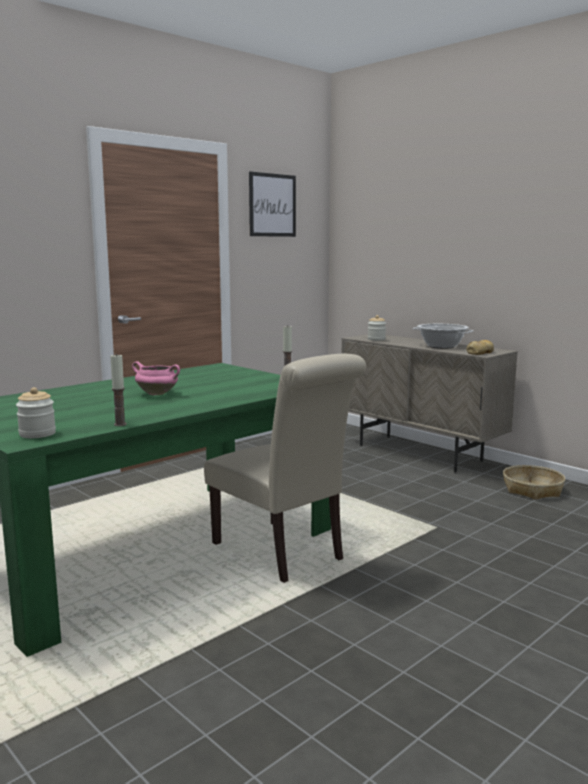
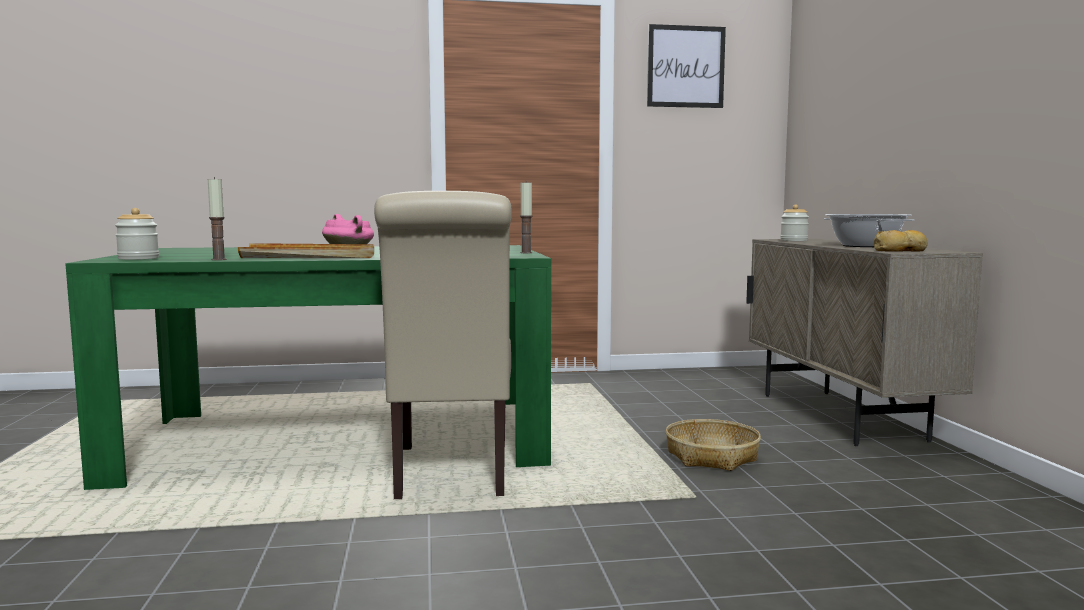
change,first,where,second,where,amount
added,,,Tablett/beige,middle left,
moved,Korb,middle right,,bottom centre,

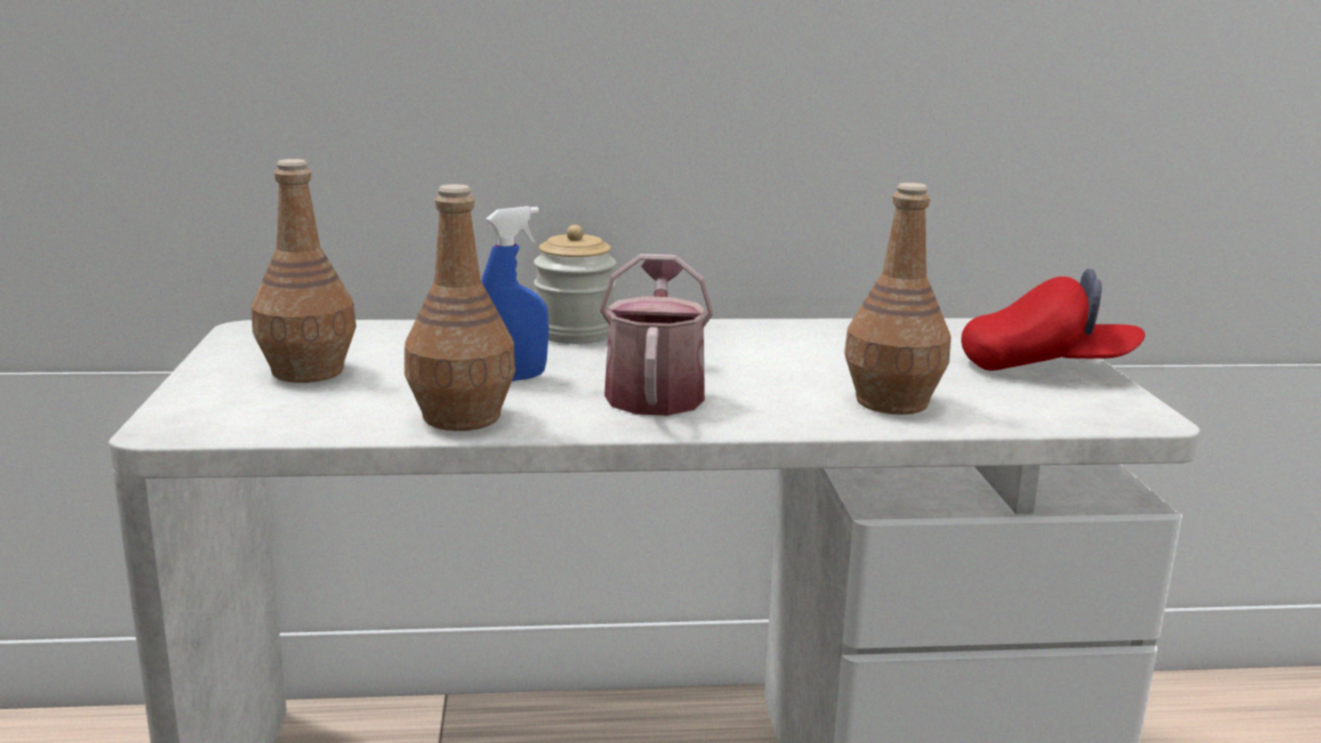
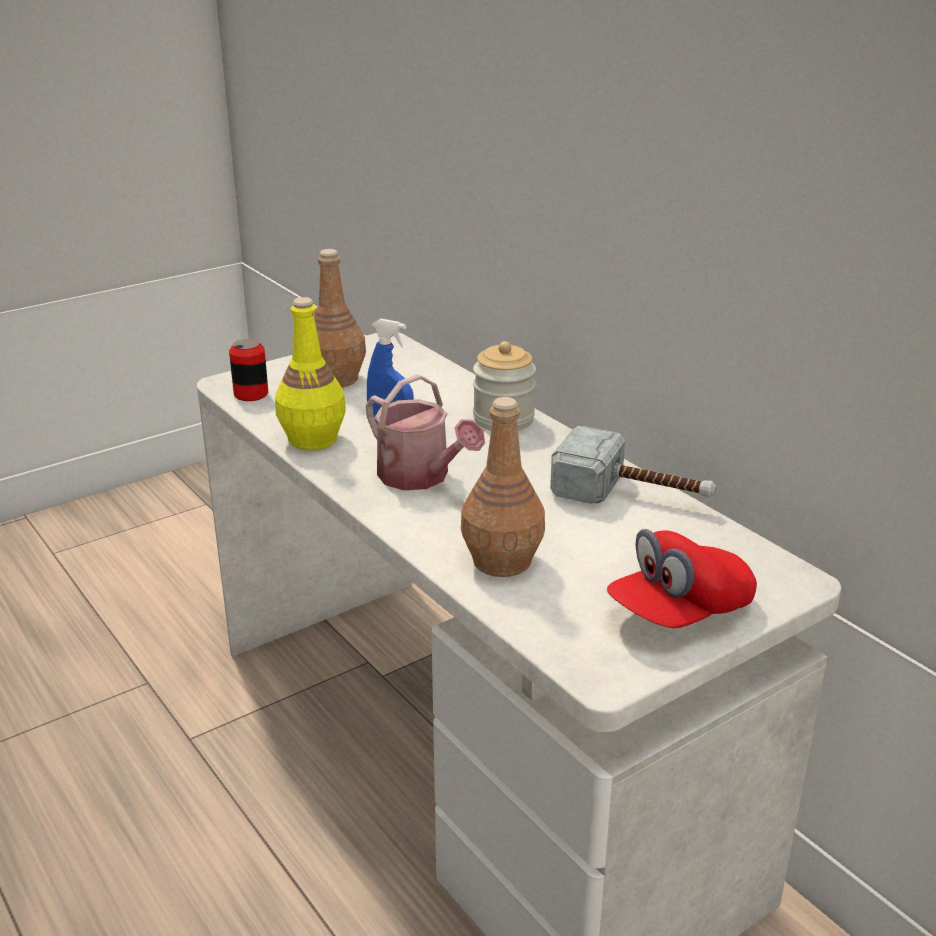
change,first,where,second,where,amount
added,,,Dose,middle left,
recoloured,Flasche/braun (2nd from left),centre,Flasche/gelb,middle left,
turned,Gießkanne,centre,,centre,75 degrees clockwise
added,,,Hammer,middle right,
turned,Kappe/rot,middle right,,middle right,75 degrees clockwise

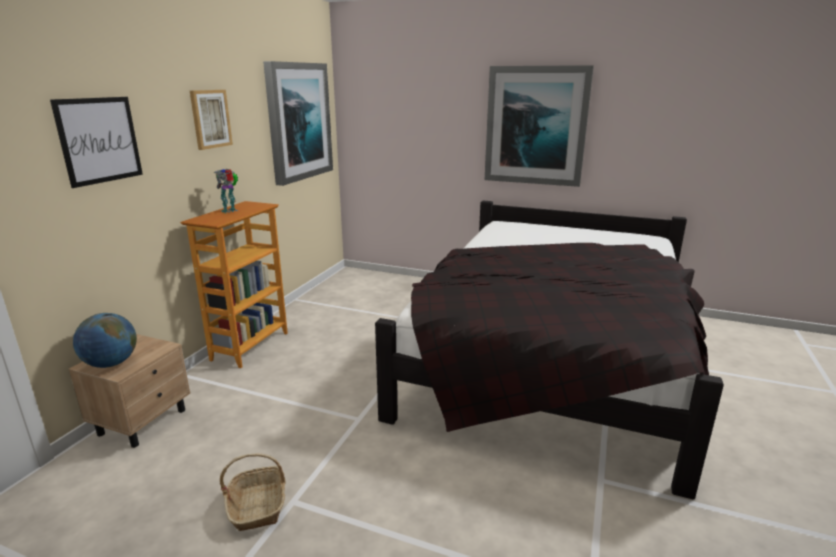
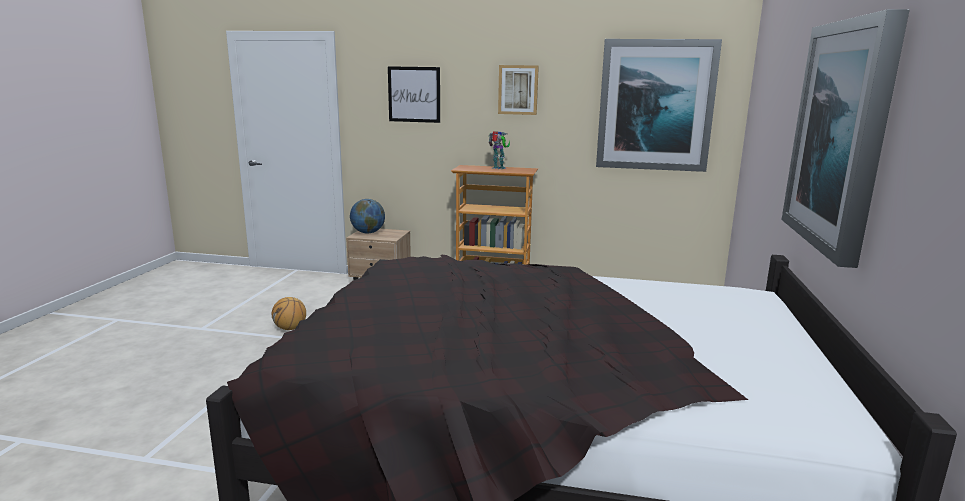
change,first,where,second,where,amount
replaced,Korb,bottom left,Basketball,middle left,

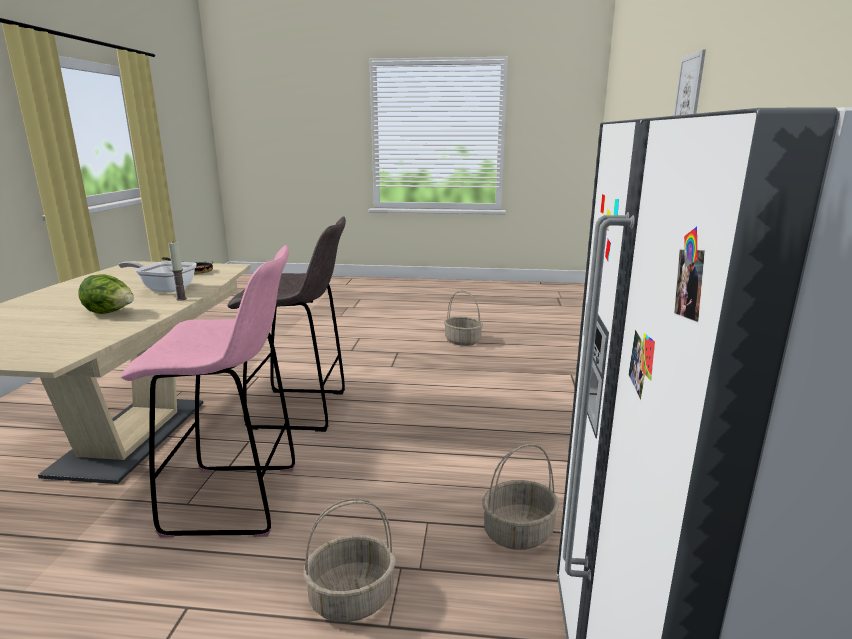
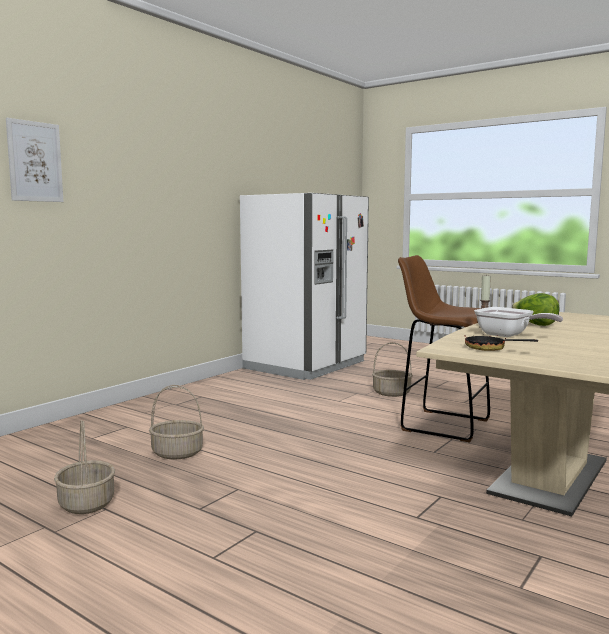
change,first,where,second,where,amount
moved,Korb (3rd from left in the first image),bottom centre,Korb (2nd from left),middle left,
recoloured,Hocker/rosa,middle left,Hocker/braun,middle right,
removed,Hocker/grau,centre,,,

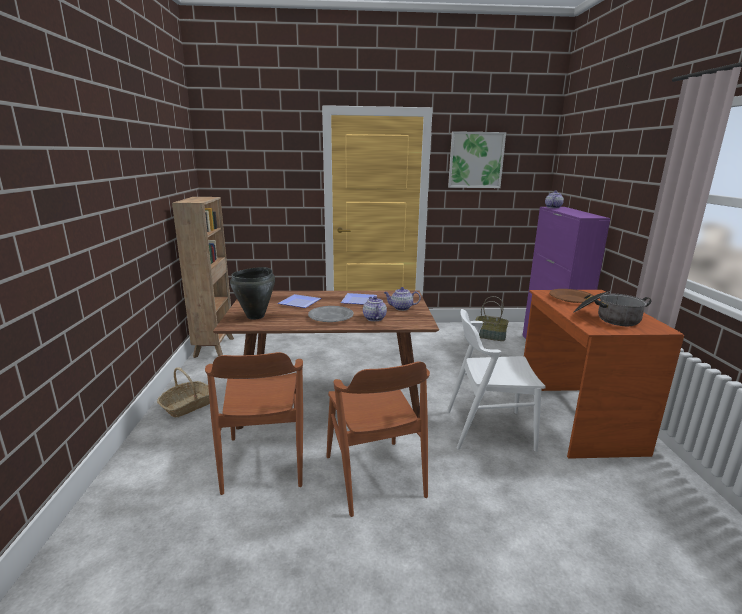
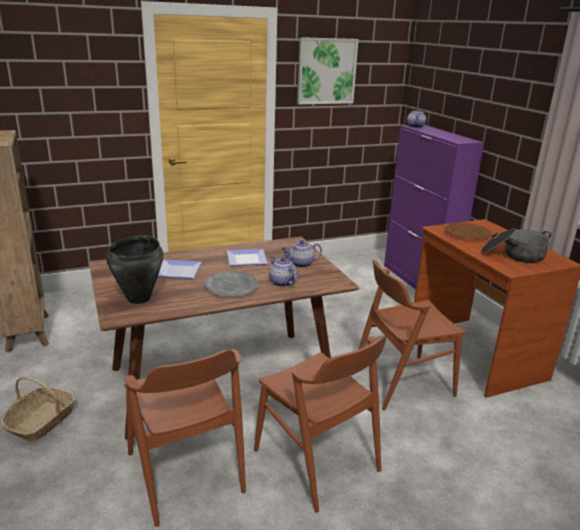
change,first,where,second,where,amount
recoloured,Stuhl/weiß,middle right,Stuhl/braun (3rd from left),middle right,
removed,Korb (2nd from left),centre,,,

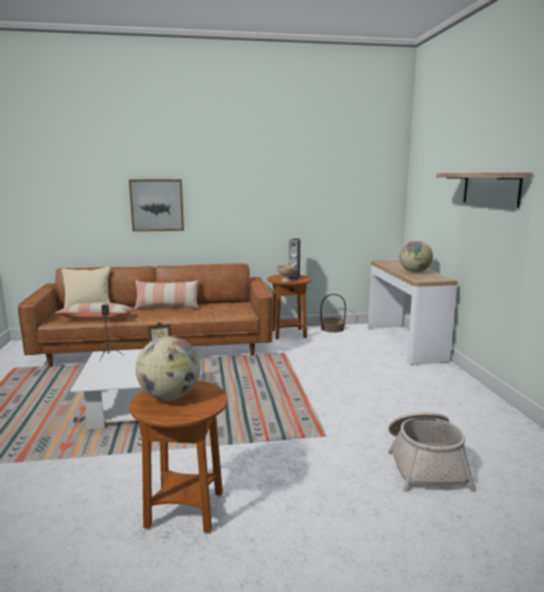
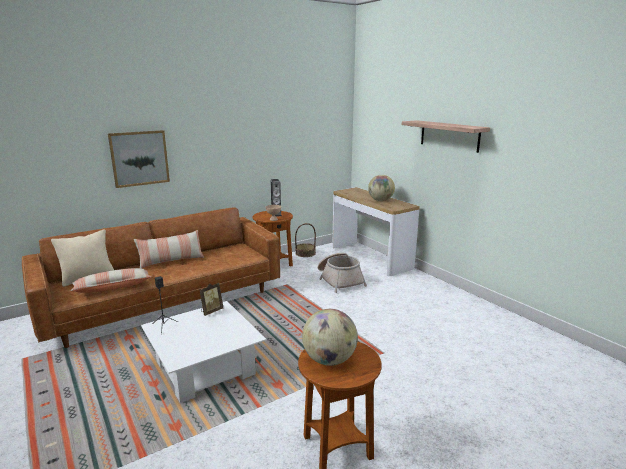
change,first,where,second,where,amount
moved,Korb (2nd from left),bottom right,,centre,

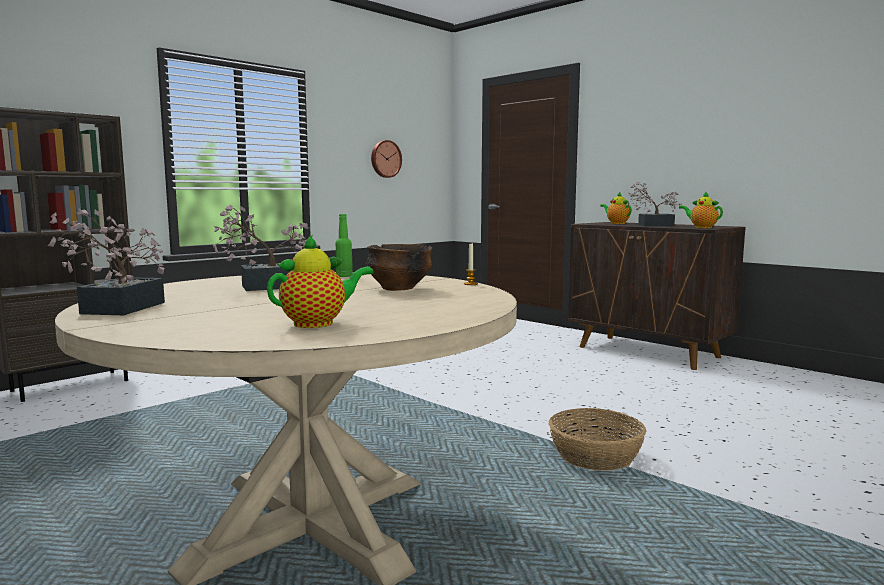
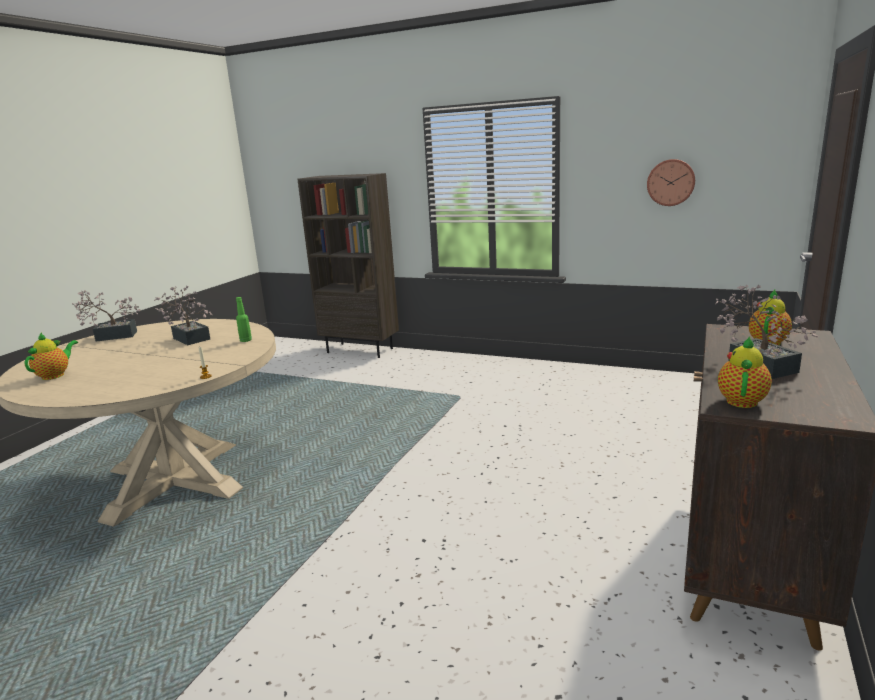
change,first,where,second,where,amount
turned,Teekanne (1st from left),centre,,middle left,105 degrees counterclockwise
removed,Schüssel,centre,,,
removed,Korb,bottom right,,,

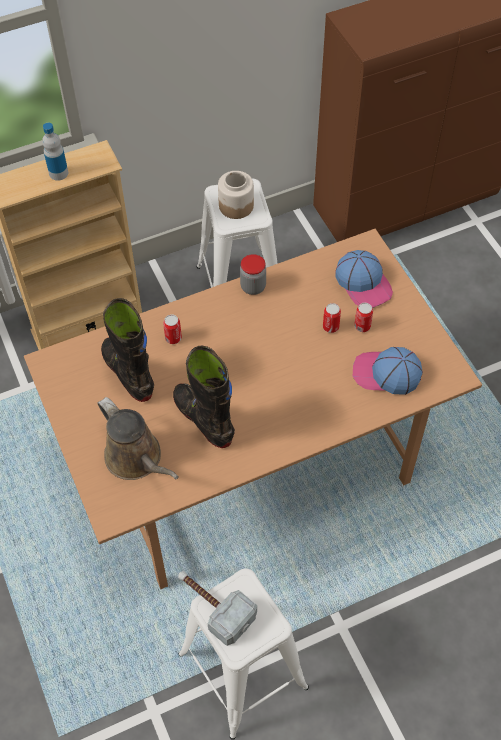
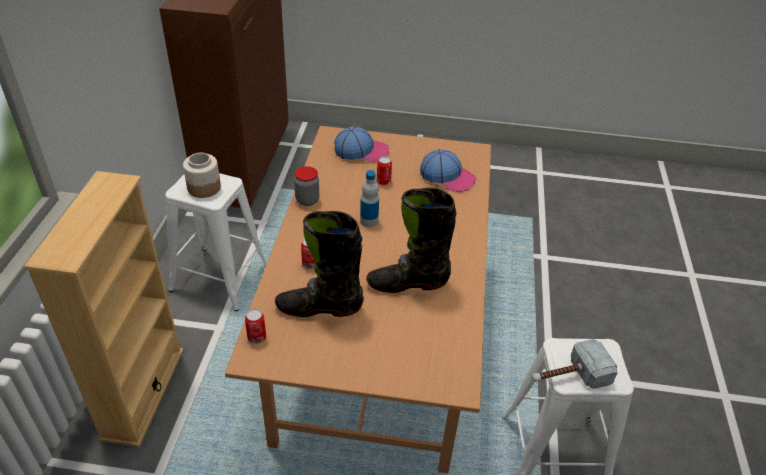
change,first,where,second,where,amount
moved,Dose (3rd from left in the first image),middle right,Dose (1st from left),bottom left,
moved,Flasche,top left,,centre,
turned,Kappe (2nd from left),middle right,,centre,105 degrees counterclockwise
removed,Gießkanne/braun,middle left,,,

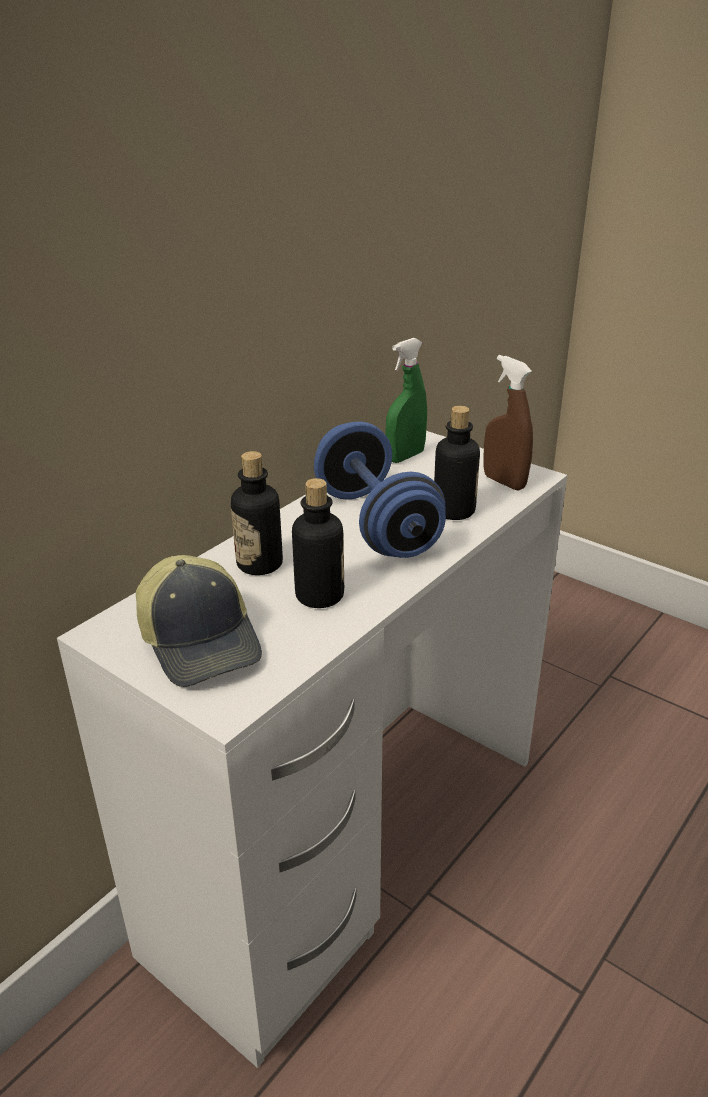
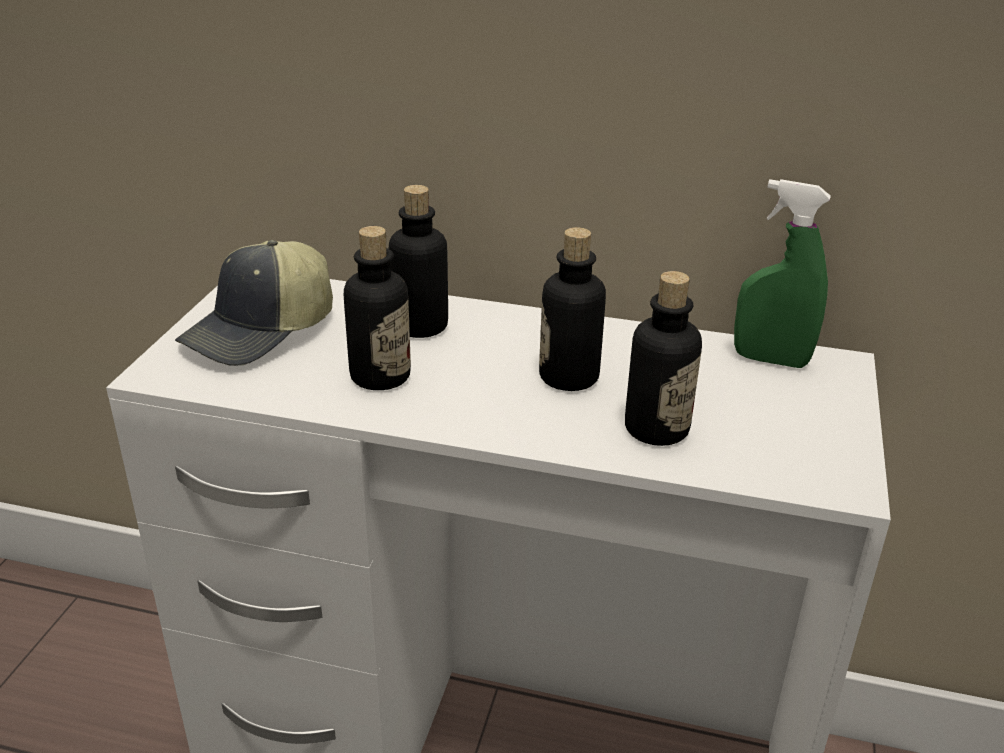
change,first,where,second,where,amount
replaced,Hantel/blau,centre,Flasche (3rd from left),centre,
removed,Sprühflasche/braun,middle right,,,

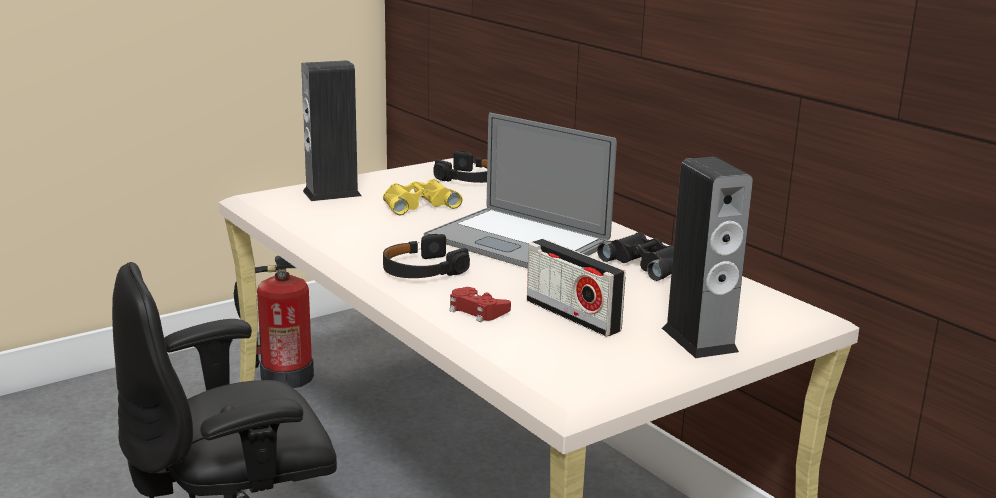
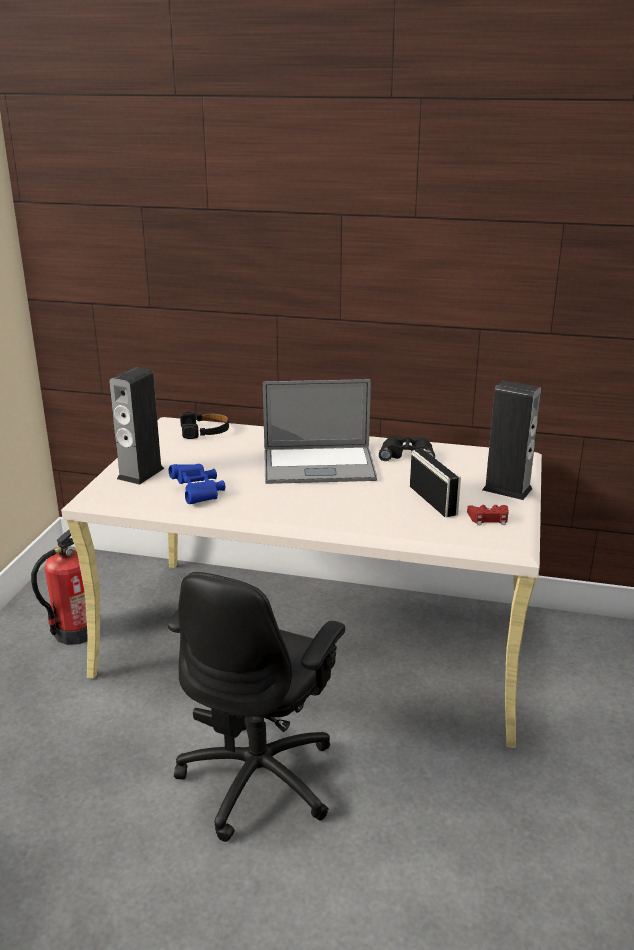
change,first,where,second,where,amount
added,,,Fernglas/blau,middle left,
turned,Radio,centre,,middle right,120 degrees counterclockwise
moved,Gamepad/rot,centre,,middle right,
removed,Fernglas/gelb,centre,,,
removed,Kopfhörer/schwarz (1st from left),centre,,,

